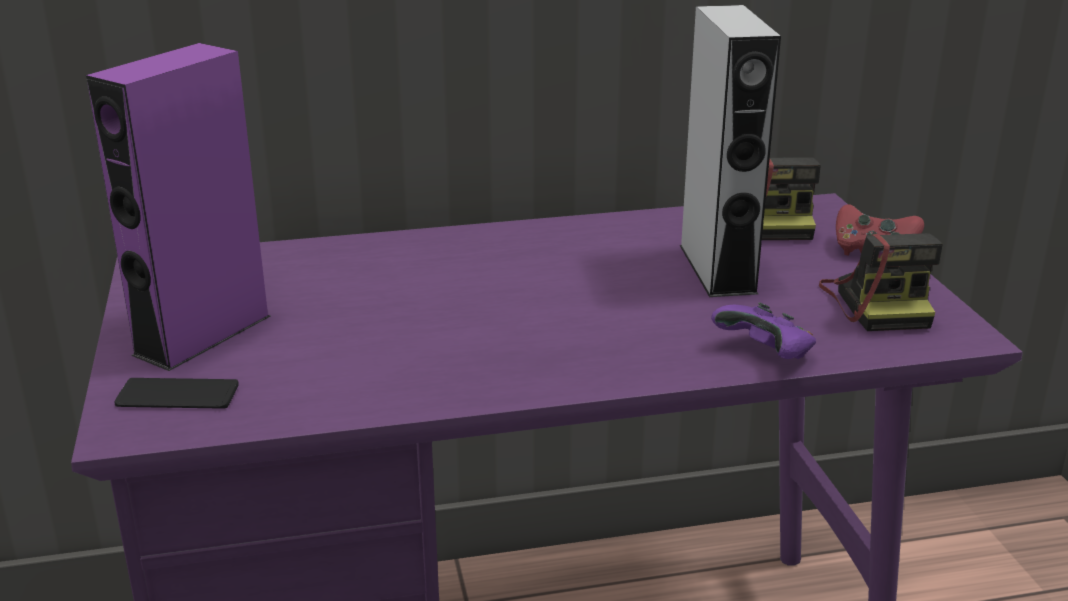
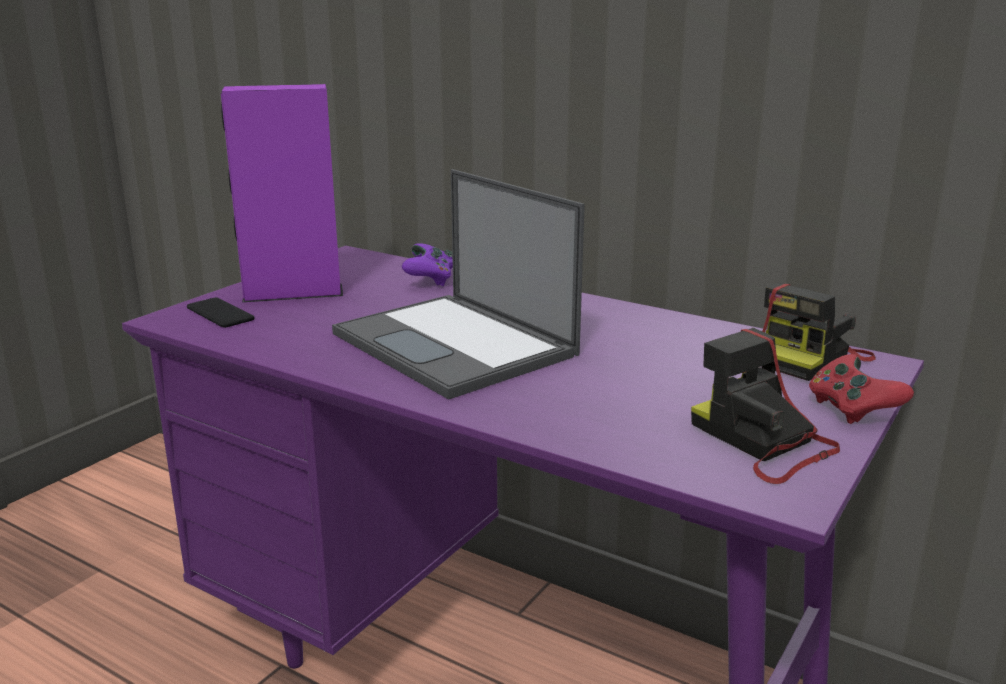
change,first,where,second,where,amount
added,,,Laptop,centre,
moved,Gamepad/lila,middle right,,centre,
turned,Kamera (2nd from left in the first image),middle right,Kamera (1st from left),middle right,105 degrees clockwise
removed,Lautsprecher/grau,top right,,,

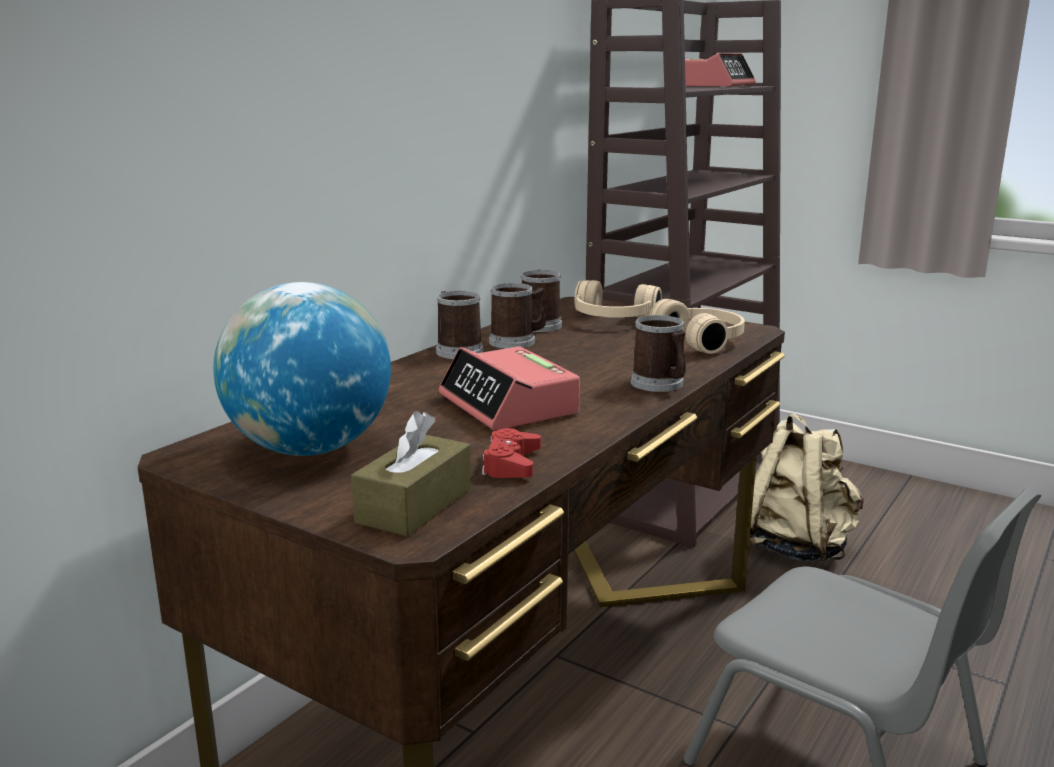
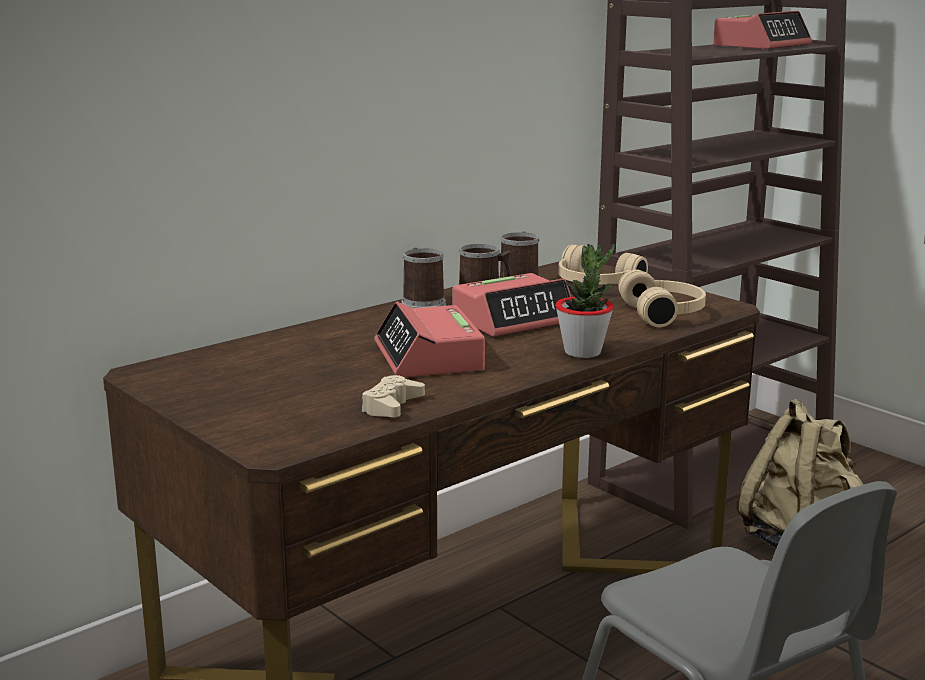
change,first,where,second,where,amount
recoloured,Gamepad/rot,centre,Gamepad/beige,centre,
added,,,Wecker (2nd from left),centre,
replaced,Henkelbecher (4th from left),centre,Topfpflanze,centre,
removed,Globus,middle left,,,
removed,Taschentuchbox/braun,centre,,,

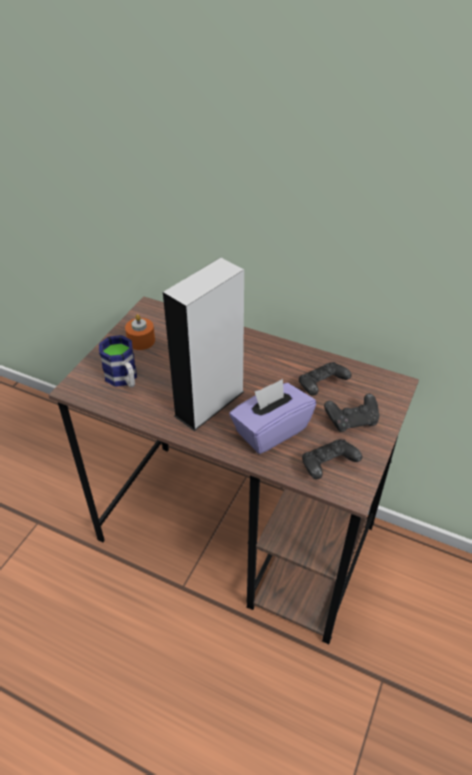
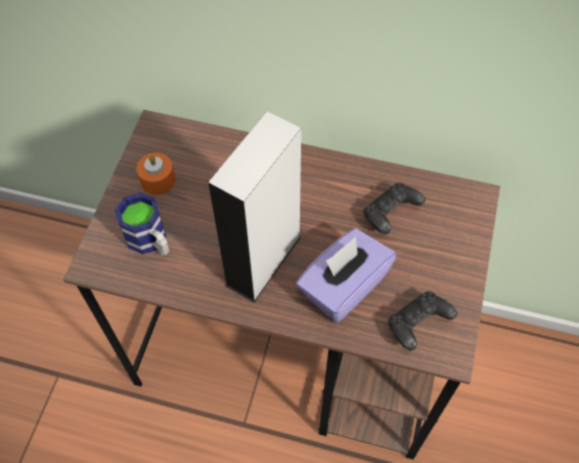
change,first,where,second,where,amount
removed,Gamepad/schwarz (3rd from left),middle right,,,

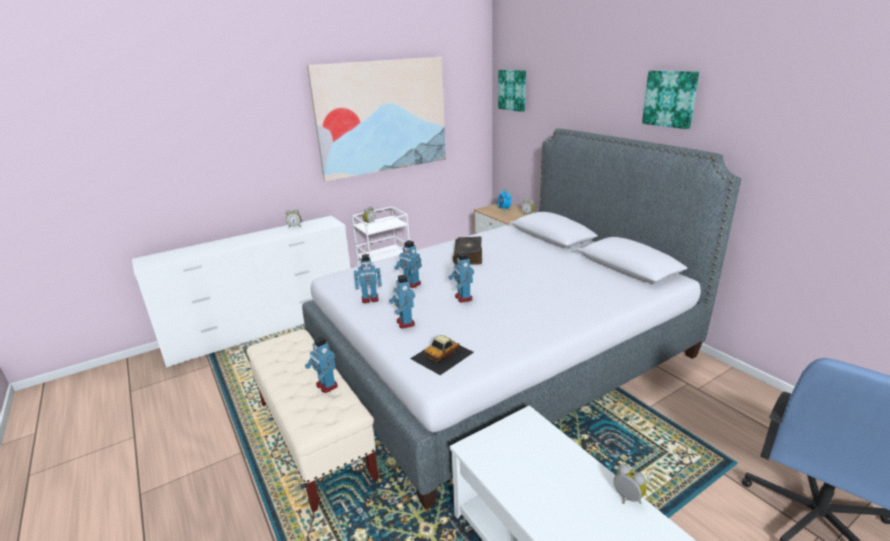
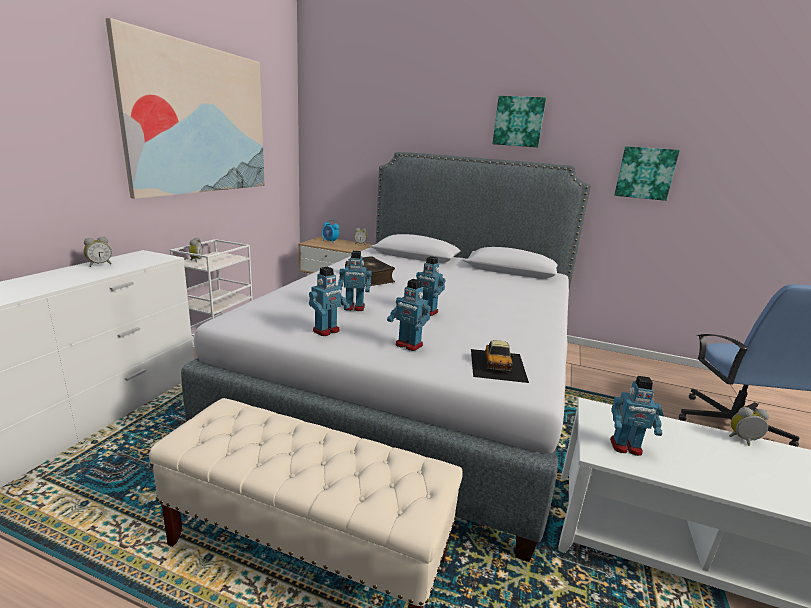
change,first,where,second,where,amount
moved,Spielzeugroboter (1st from left in the first image),bottom centre,Spielzeugroboter (5th from left),bottom right,
moved,Bild (2nd from left in the first image),top centre,Bild (3rd from left),top right,

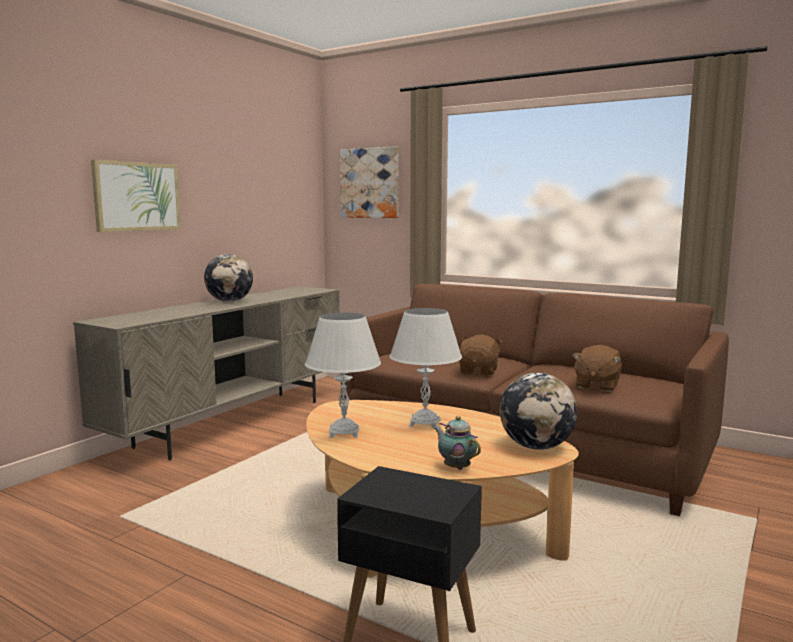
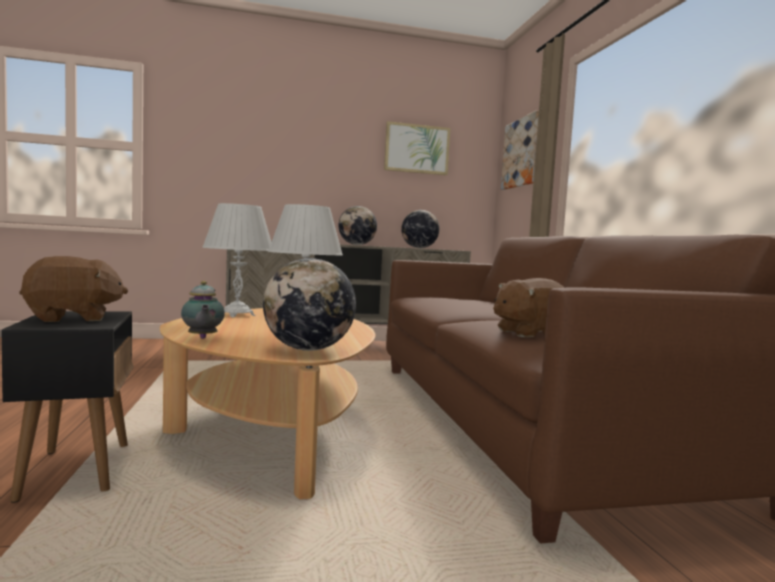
change,first,where,second,where,amount
moved,Plüschtier/braun (1st from left),centre,,middle left,
turned,Teekanne,bottom centre,,middle left,150 degrees clockwise
moved,Bild (1st from left),top left,,top centre,
added,,,Globus (3rd from left),centre,

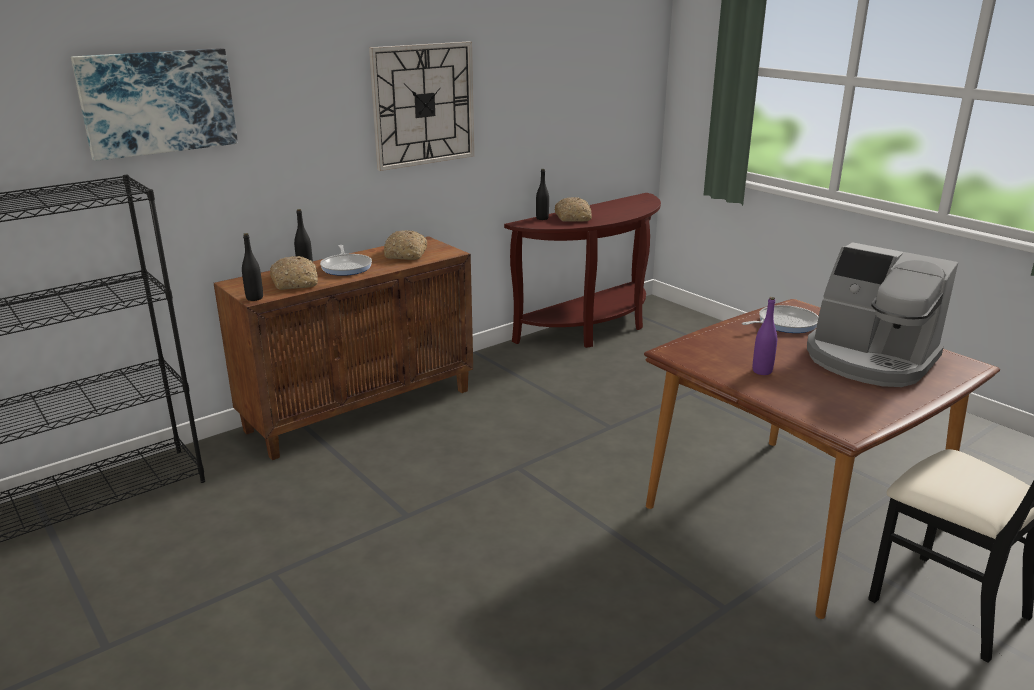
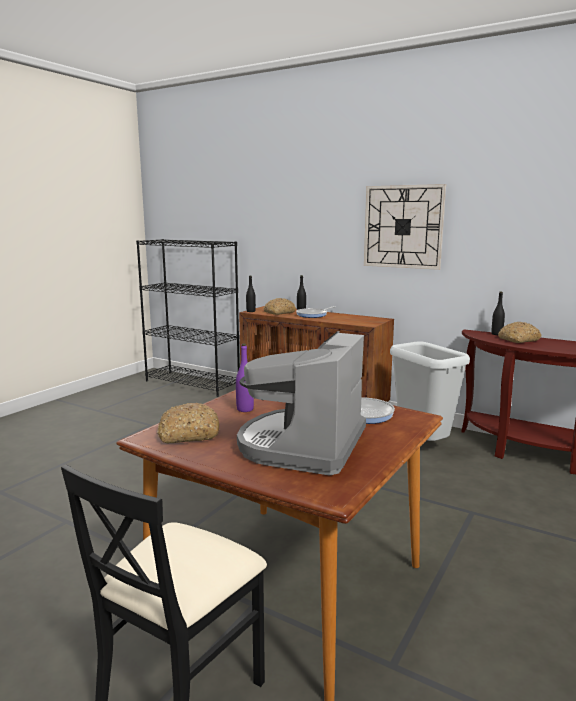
change,first,where,second,where,amount
moved,Brot (2nd from left in the first image),centre,Brot (1st from left),middle left,
added,,,Mülleimer/grau,middle right,
removed,Bild,top left,,,

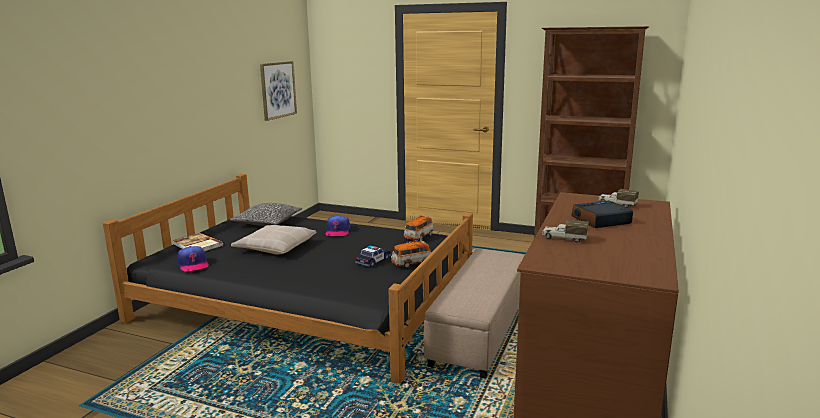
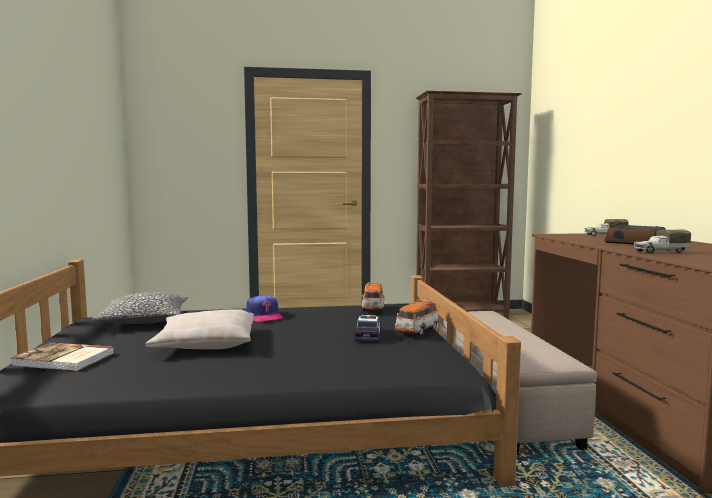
change,first,where,second,where,amount
removed,Kappe (1st from left),middle left,,,
removed,Bild,top centre,,,

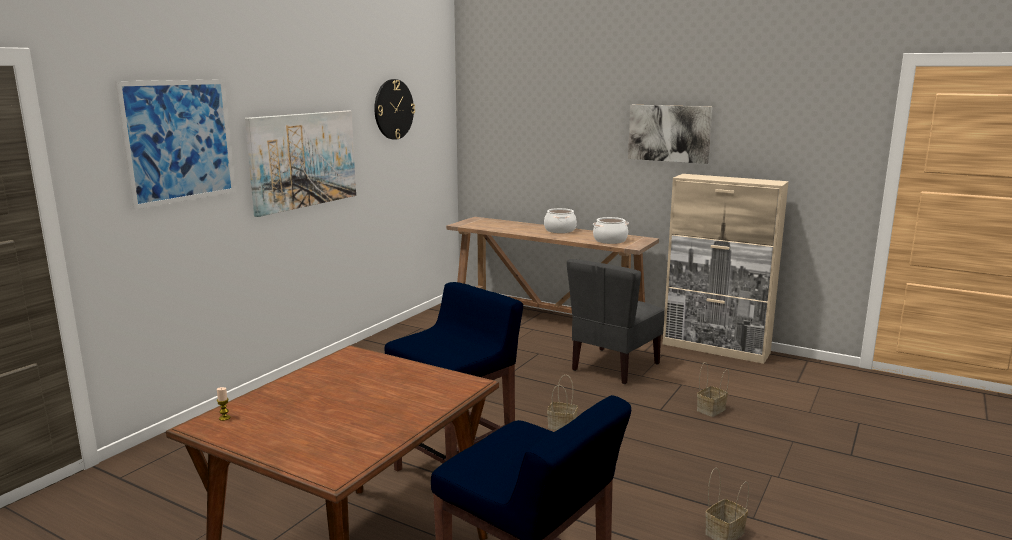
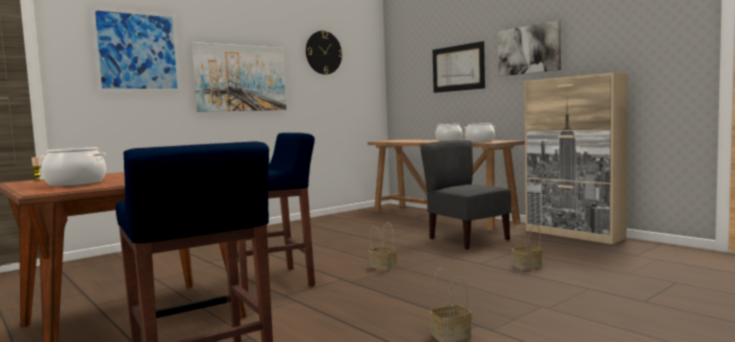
change,first,where,second,where,amount
added,,,Kochtopf (1st from left),middle left,
turned,Stuhl/grau,centre,,centre,90 degrees clockwise
added,,,Bild (3rd from left),top centre,

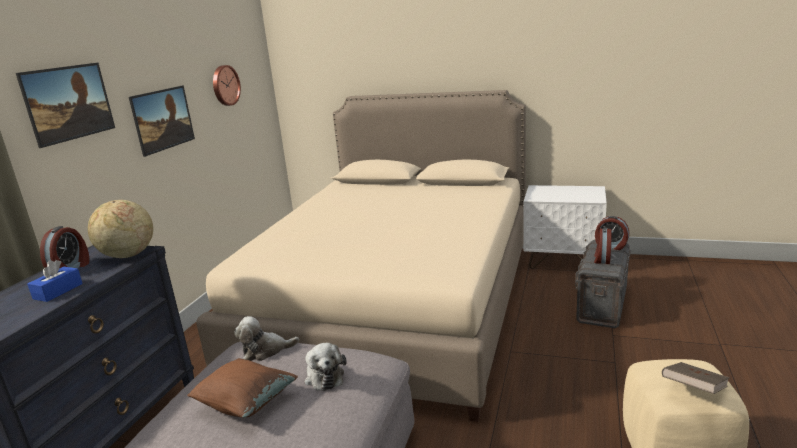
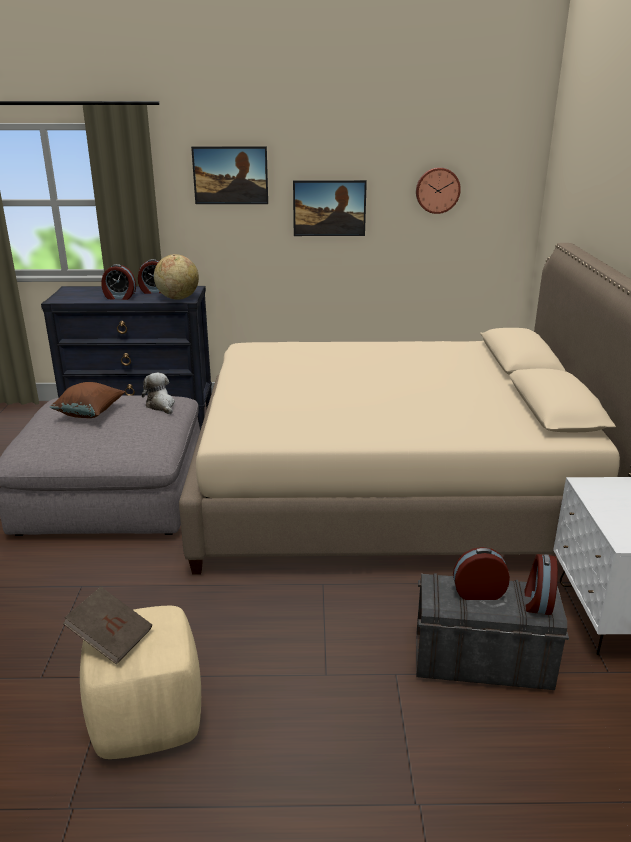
change,first,where,second,where,amount
replaced,Taschentuchbox/blau,middle left,Wecker (1st from left),middle left,
removed,Plüschtier (2nd from left),bottom centre,,,

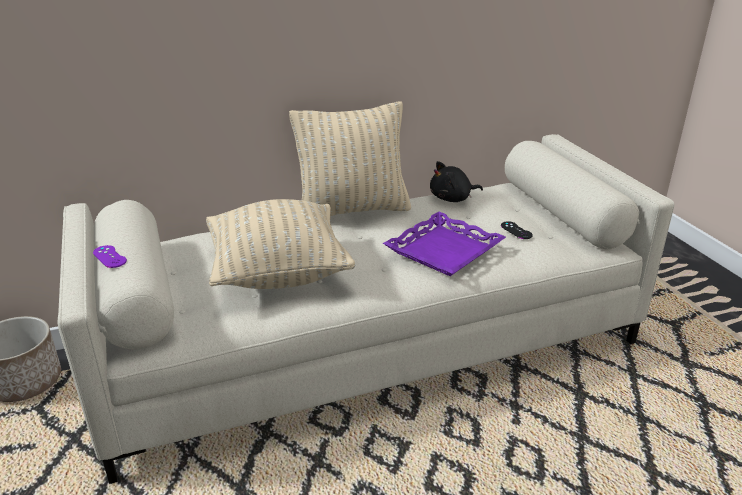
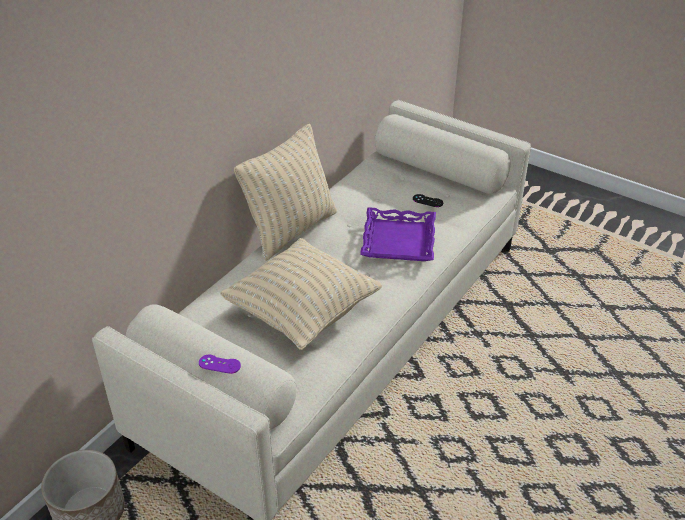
change,first,where,second,where,amount
removed,Plüschtier/schwarz,centre,,,

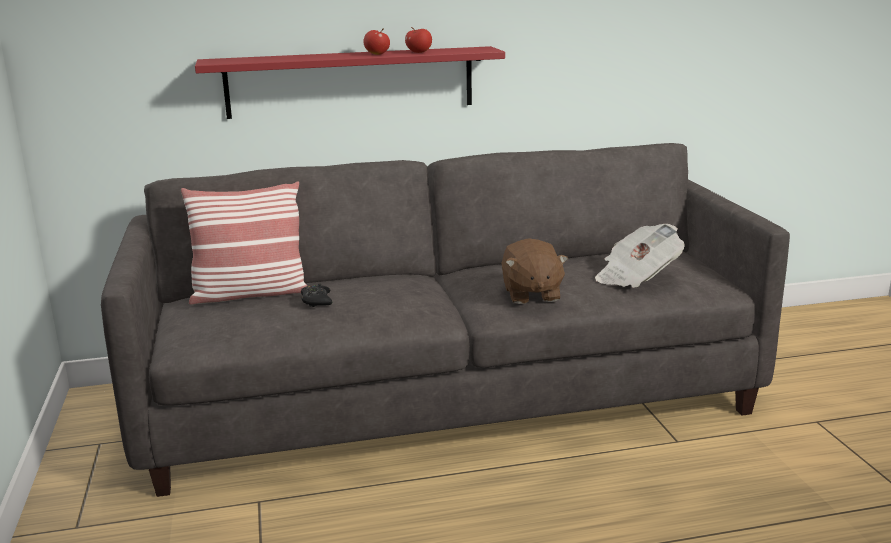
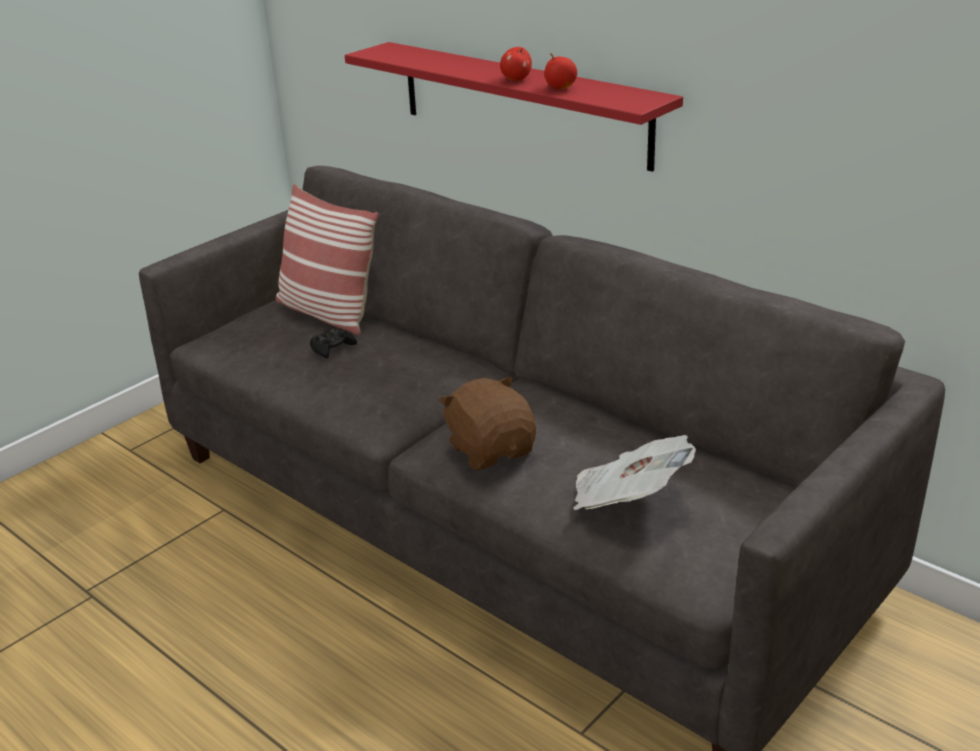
change,first,where,second,where,amount
turned,Plüschtier/braun,centre,,centre,105 degrees clockwise

